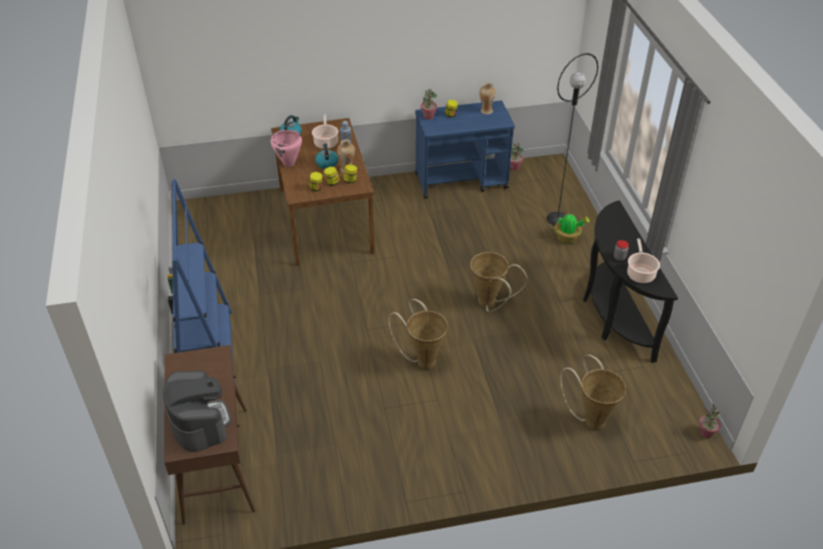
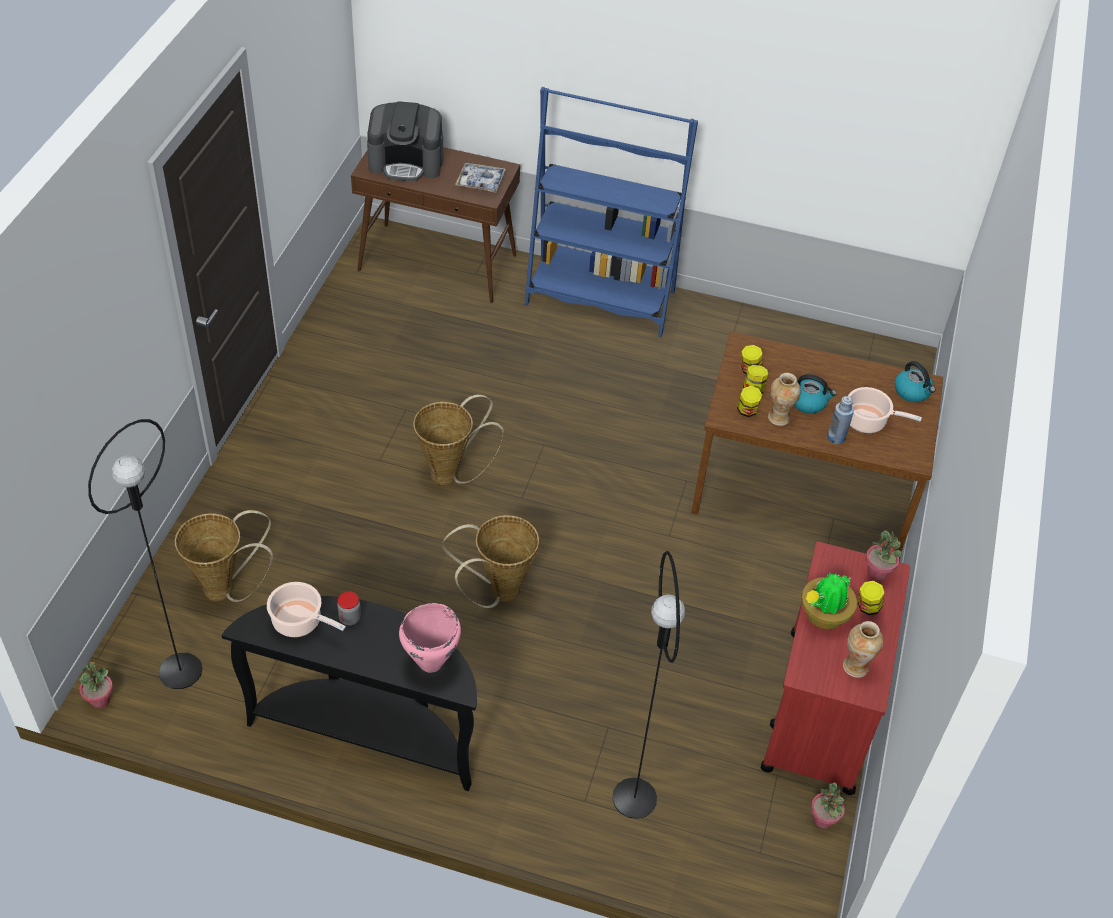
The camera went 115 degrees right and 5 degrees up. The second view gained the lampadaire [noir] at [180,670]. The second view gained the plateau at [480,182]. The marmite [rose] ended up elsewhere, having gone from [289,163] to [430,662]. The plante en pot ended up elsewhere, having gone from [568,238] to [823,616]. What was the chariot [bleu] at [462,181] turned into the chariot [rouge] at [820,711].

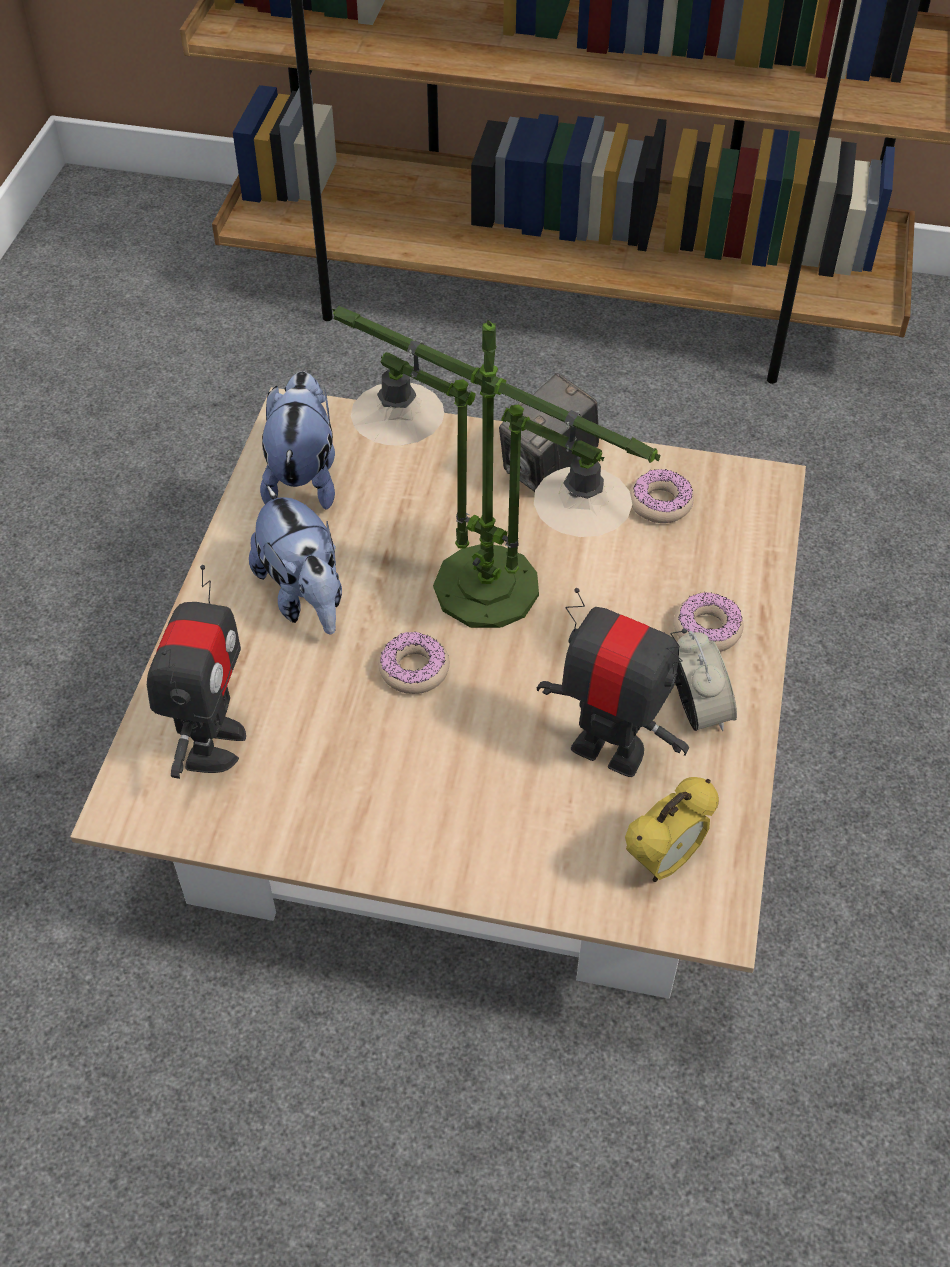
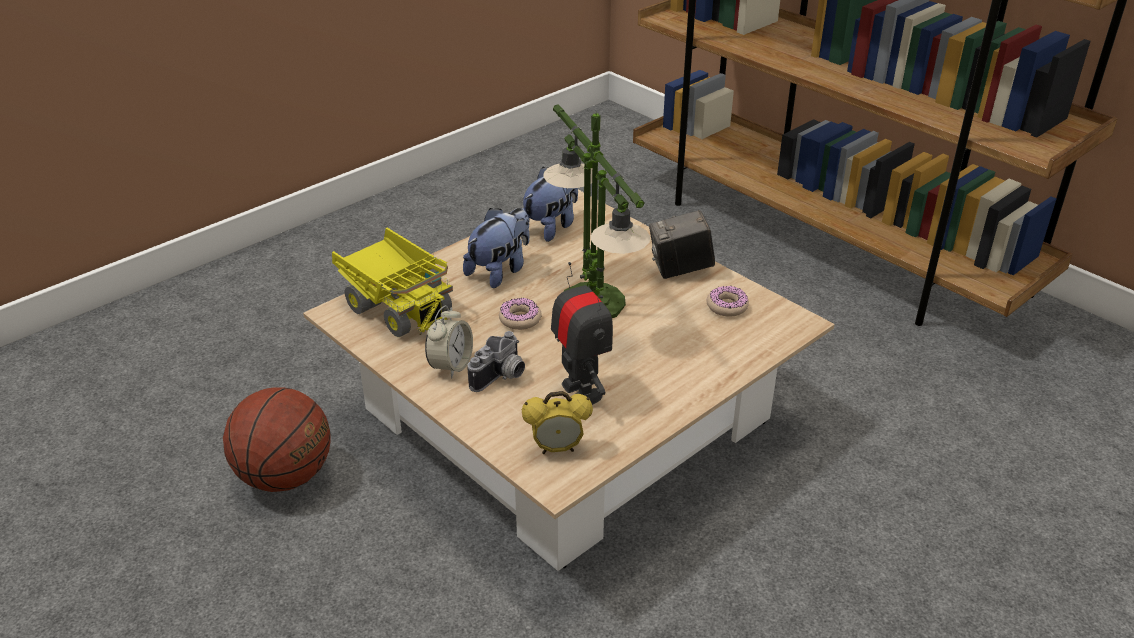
The camera went 35 degrees right and 15 degrees down. The second view lost the beignet at [707,629]. The second view gained the ballon de basket at [285,477]. The second view gained the appareil photo at [501,377]. The réveil ended up elsewhere, having gone from [698,711] to [451,366]. Where the robot jouet stood at [213,744], the camion jouet came to stand at [397,307]. The peluche at [304,596] ended up facing another way, 150 degrees counterclockwise from before.

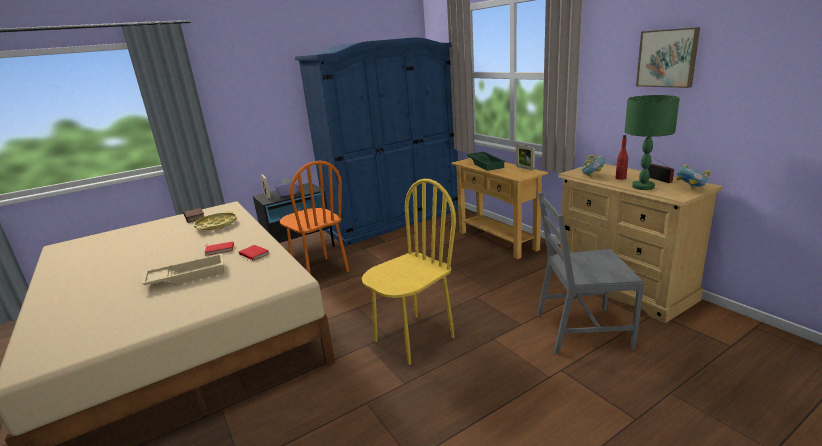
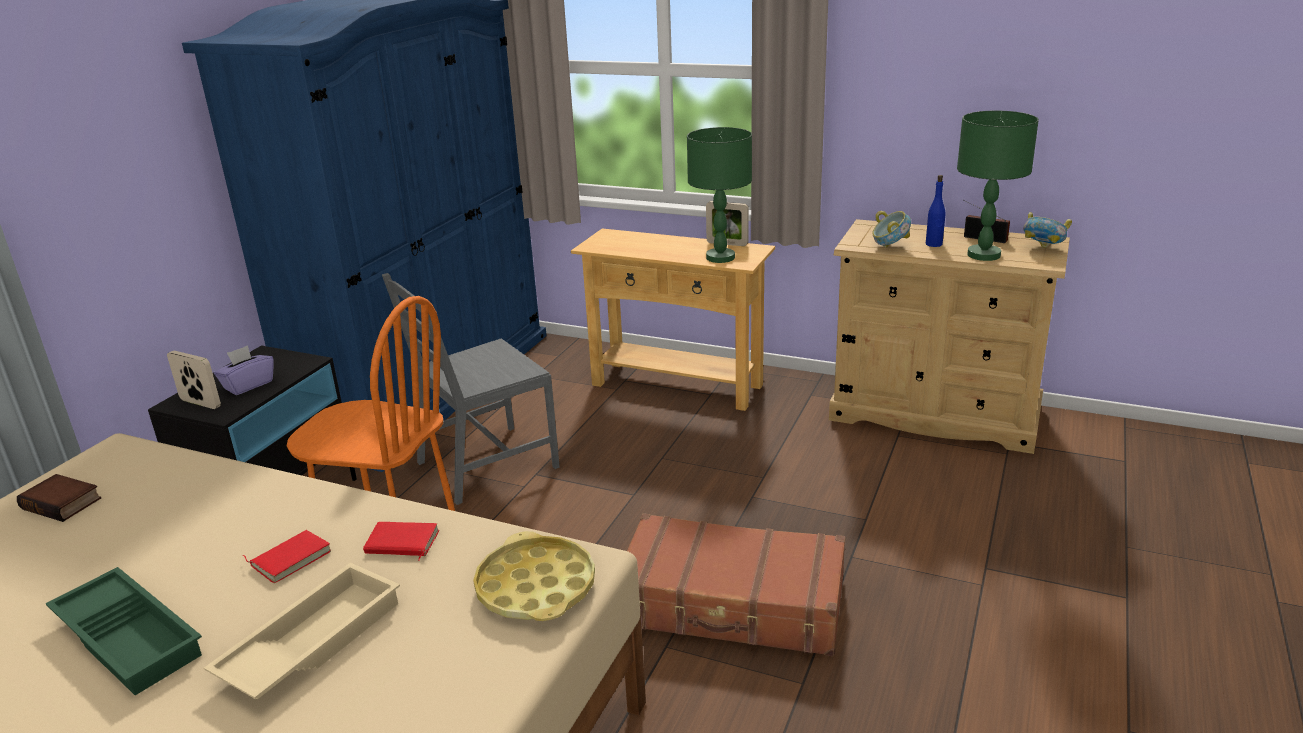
The camera went 35 degrees left and 5 degrees up. The second view lost the tableau at [667,58]. The second view gained the lampe de table [vert] at [721,258]. The plateau [jaune] ended up elsewhere, having gone from [216,225] to [535,587]. The plateau [vert] ended up elsewhere, having gone from [486,164] to [131,637]. The chaise [gris] ended up elsewhere, having gone from [581,330] to [486,465]. Where the chaise [jaune] stood at [413,338], the valise [marron] came to stand at [732,604]. What was the bouteille [rouge] at [620,178] turned into the bouteille [bleu] at [934,244].

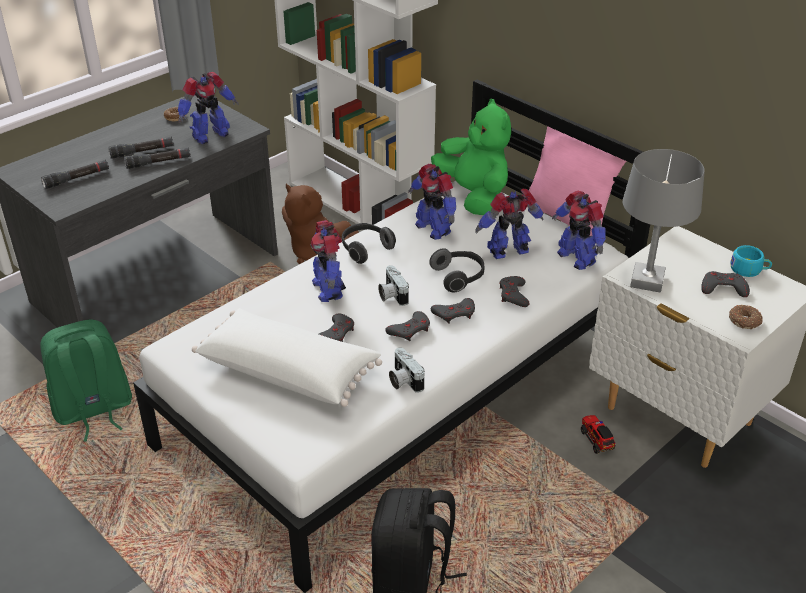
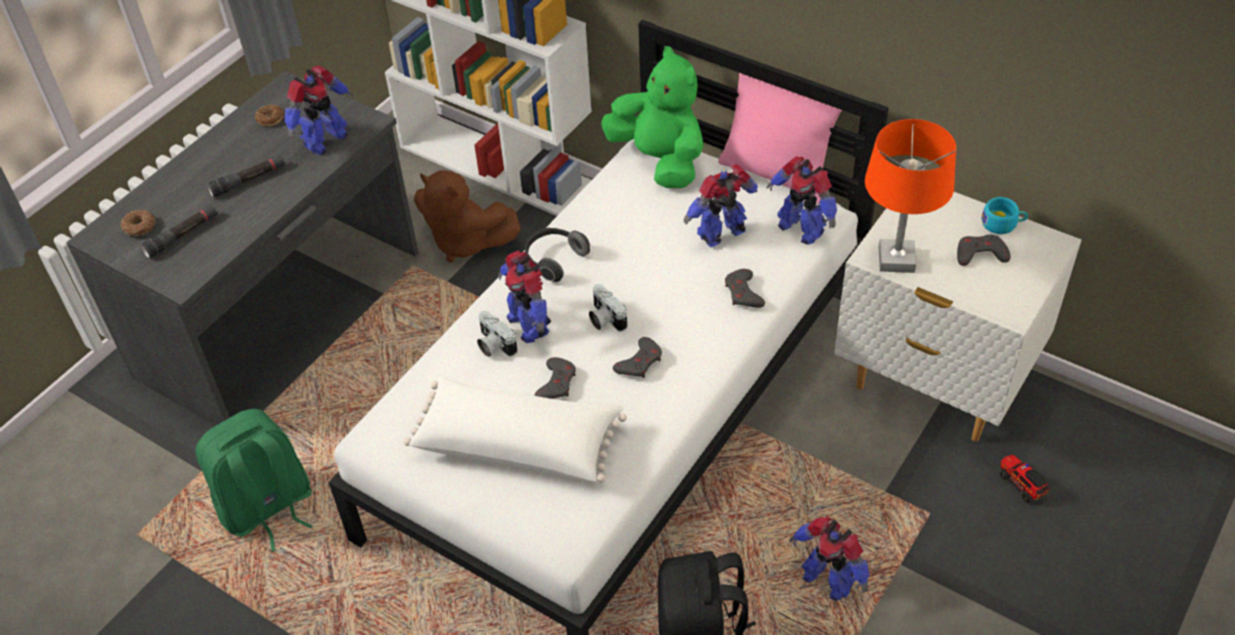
The camera went 10 degrees left and 10 degrees up. The second view lost the lampe de poche [noir] at [158,162]. The second view lost the casque audio at [459,277]. The second view lost the manette [gris] at [454,313]. The appareil photo ended up elsewhere, having gone from [403,380] to [493,345]. The robot jouet ended up elsewhere, having gone from [433,228] to [827,580]. The camion jouet ended up elsewhere, having gone from [596,439] to [1021,484]. The beignet ended up elsewhere, having gone from [745,321] to [140,227]. What was the lampe de table [gris] at [647,281] turned into the lampe de table [orange] at [896,259].

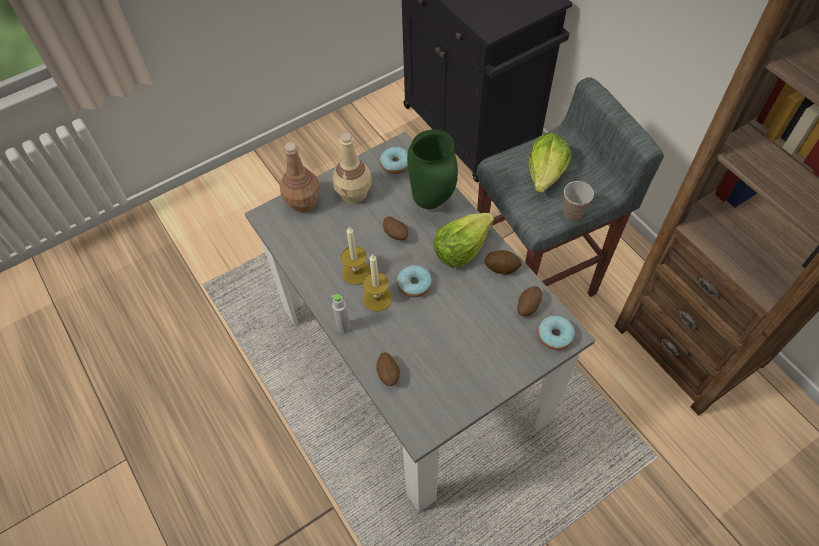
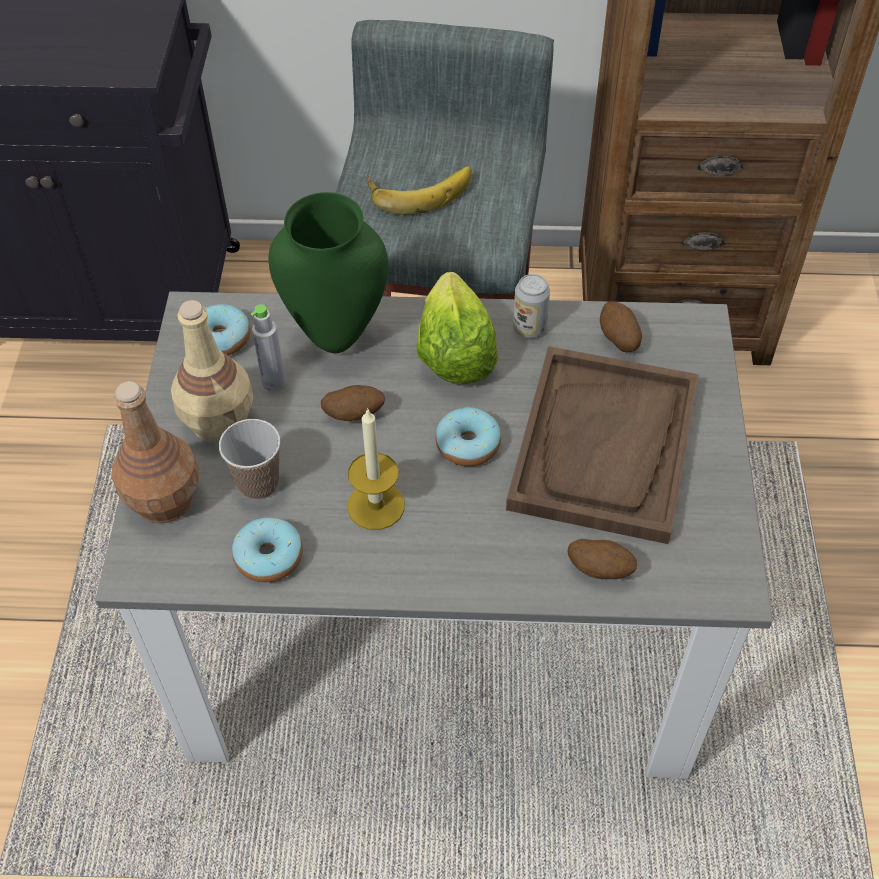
The camera went 55 degrees left and 5 degrees down. The second view lost the bougie at [377,298]. The second view gained the plateau [marron] at [604,447]. The bouteille [gris] ended up elsewhere, having gone from [343,327] to [274,382]. The beignet ended up elsewhere, having gone from [554,336] to [269,557]. The tasse ended up elsewhere, having gone from [572,213] to [258,483]. Where the pomme de terre stood at [502,267], the boîte métallique came to stand at [529,328]. Where the laitue stood at [546,174], the banane came to stand at [419,190].

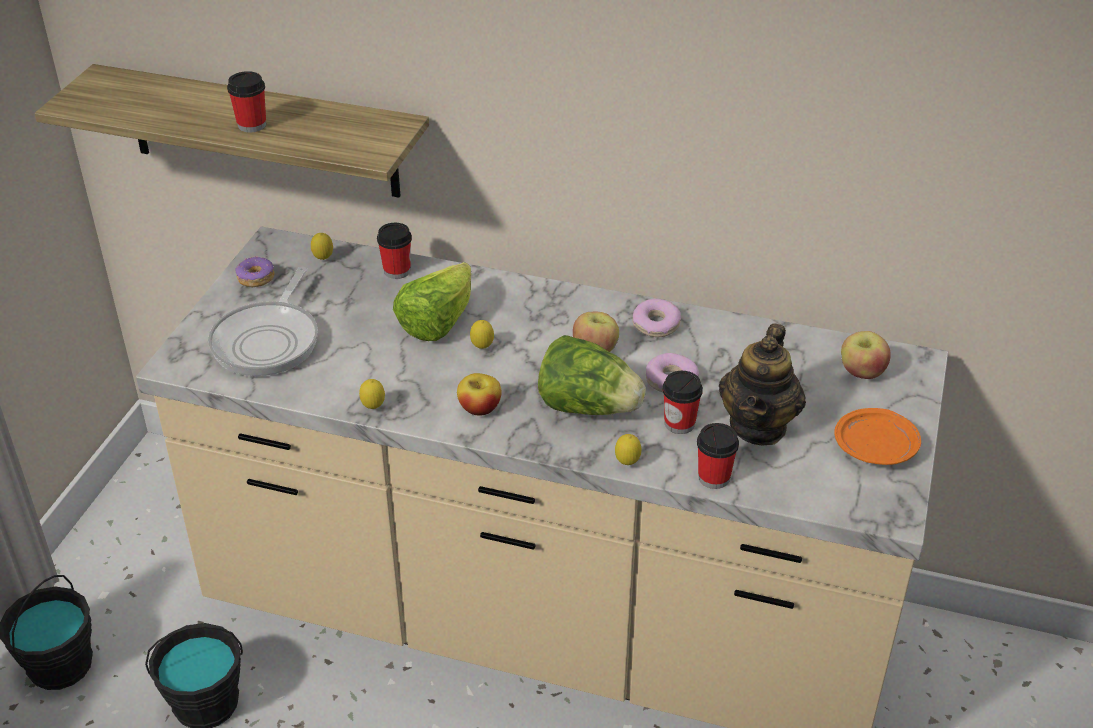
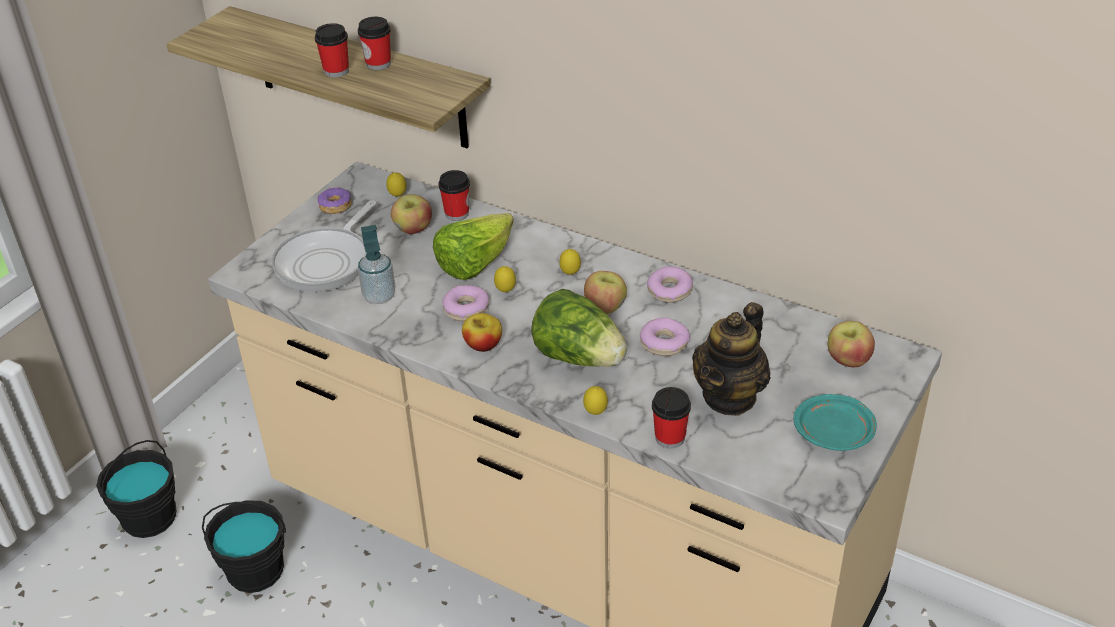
The camera went 15 degrees right and 0 degrees up. The second view gained the distributeur de savon at [379,296]. The second view gained the pomme at [413,229]. The second view gained the beignet at [466,309]. The citron ended up elsewhere, having gone from [373,408] to [570,274]. The tasse ended up elsewhere, having gone from [679,423] to [378,64]. What was the assiette [orange] at [876,448] turned into the assiette [turquoise] at [834,433].

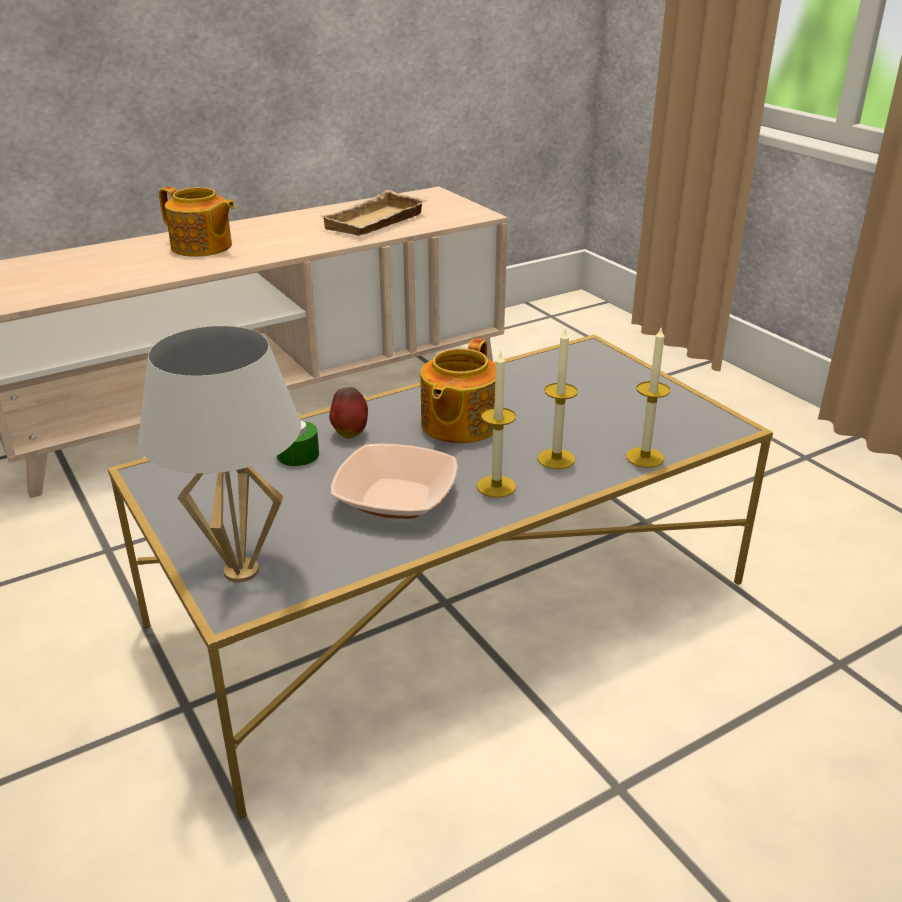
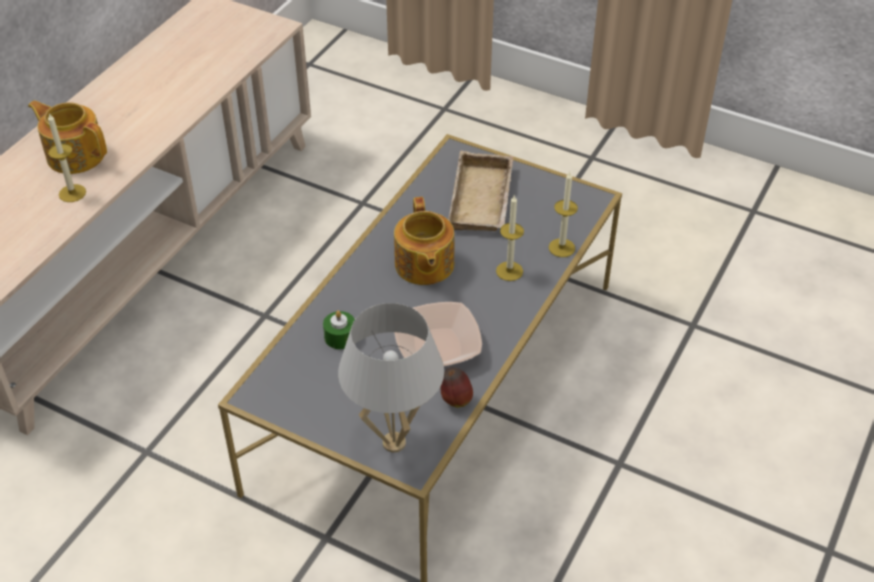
The camera went 30 degrees left and 15 degrees up. The plateau [beige] ended up elsewhere, having gone from [376,223] to [483,200]. The pomme ended up elsewhere, having gone from [350,433] to [455,400]. The bougie ended up elsewhere, having gone from [496,486] to [72,193]. The théière at [202,247] ended up facing another way, 150 degrees counterclockwise from before.

